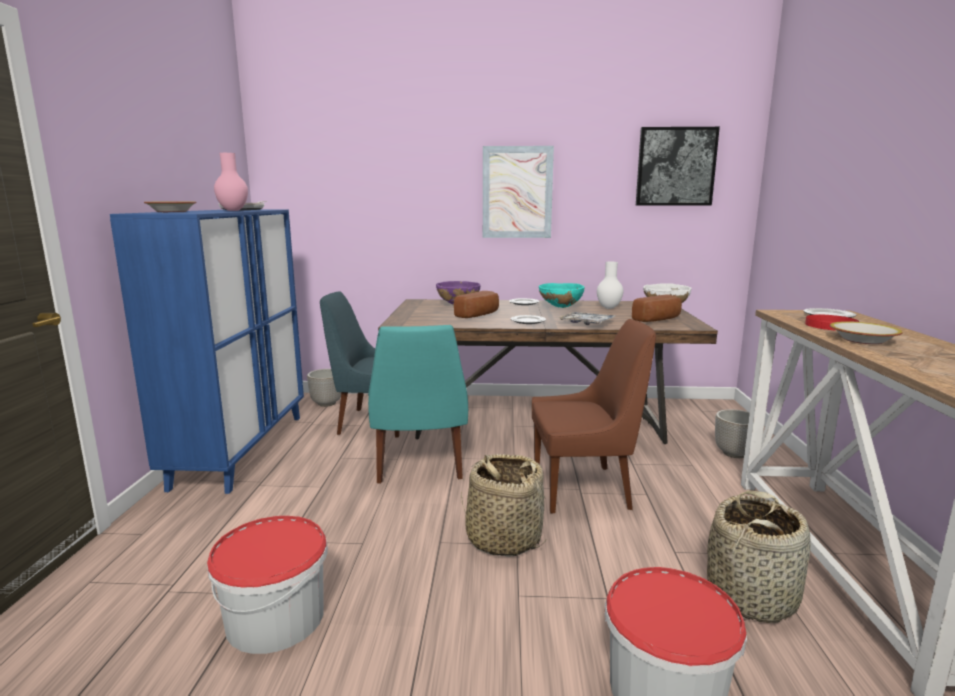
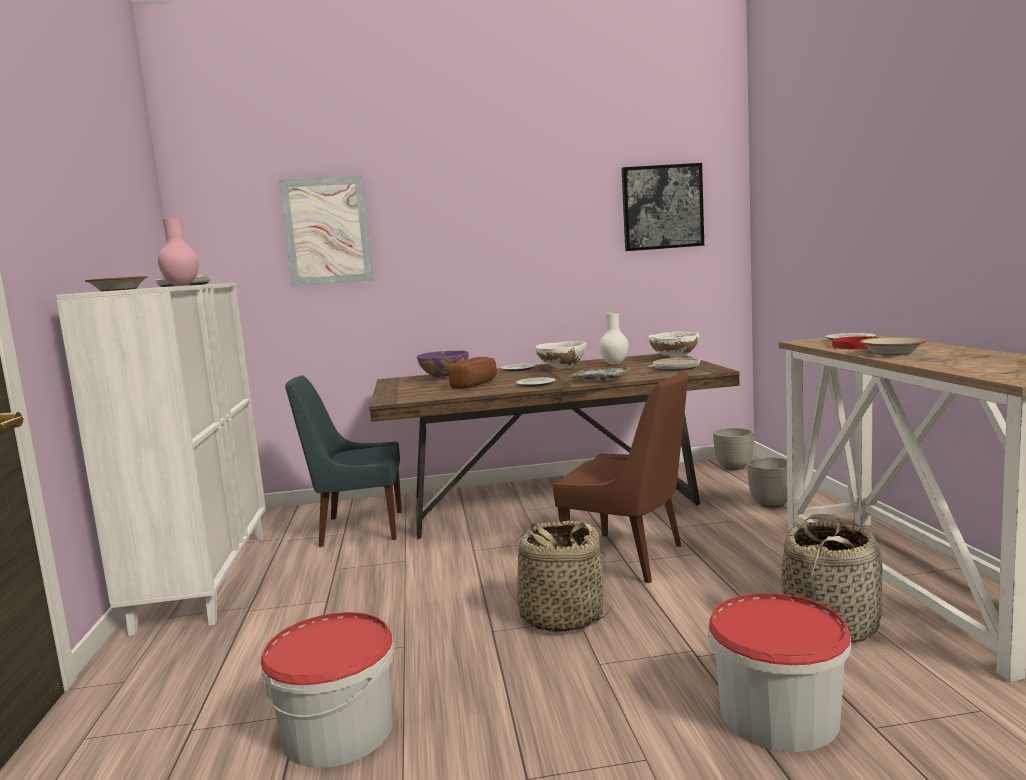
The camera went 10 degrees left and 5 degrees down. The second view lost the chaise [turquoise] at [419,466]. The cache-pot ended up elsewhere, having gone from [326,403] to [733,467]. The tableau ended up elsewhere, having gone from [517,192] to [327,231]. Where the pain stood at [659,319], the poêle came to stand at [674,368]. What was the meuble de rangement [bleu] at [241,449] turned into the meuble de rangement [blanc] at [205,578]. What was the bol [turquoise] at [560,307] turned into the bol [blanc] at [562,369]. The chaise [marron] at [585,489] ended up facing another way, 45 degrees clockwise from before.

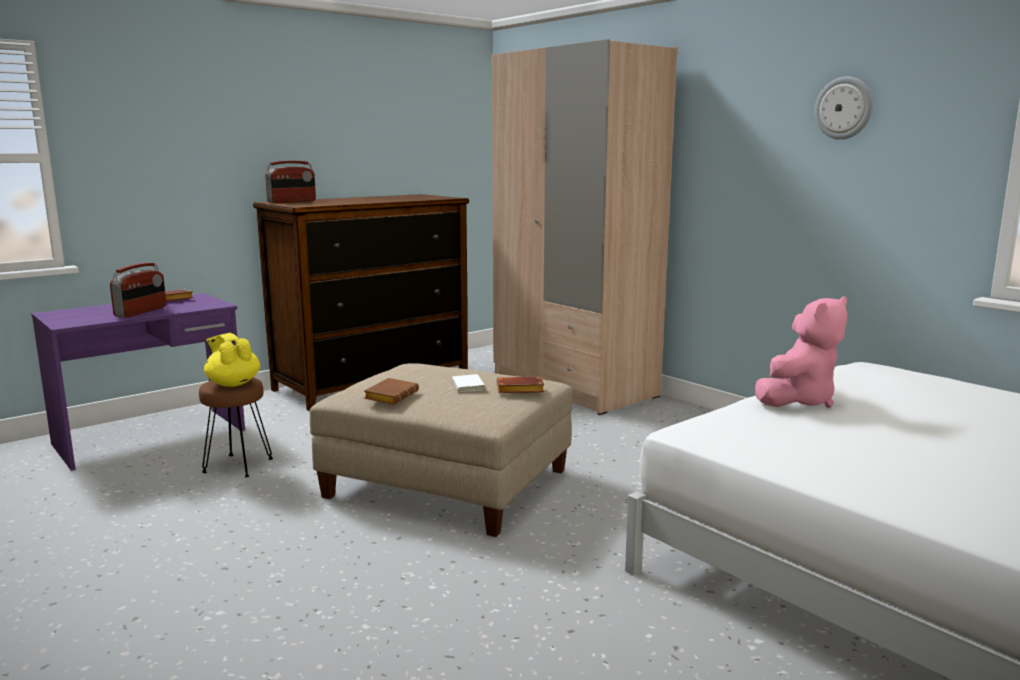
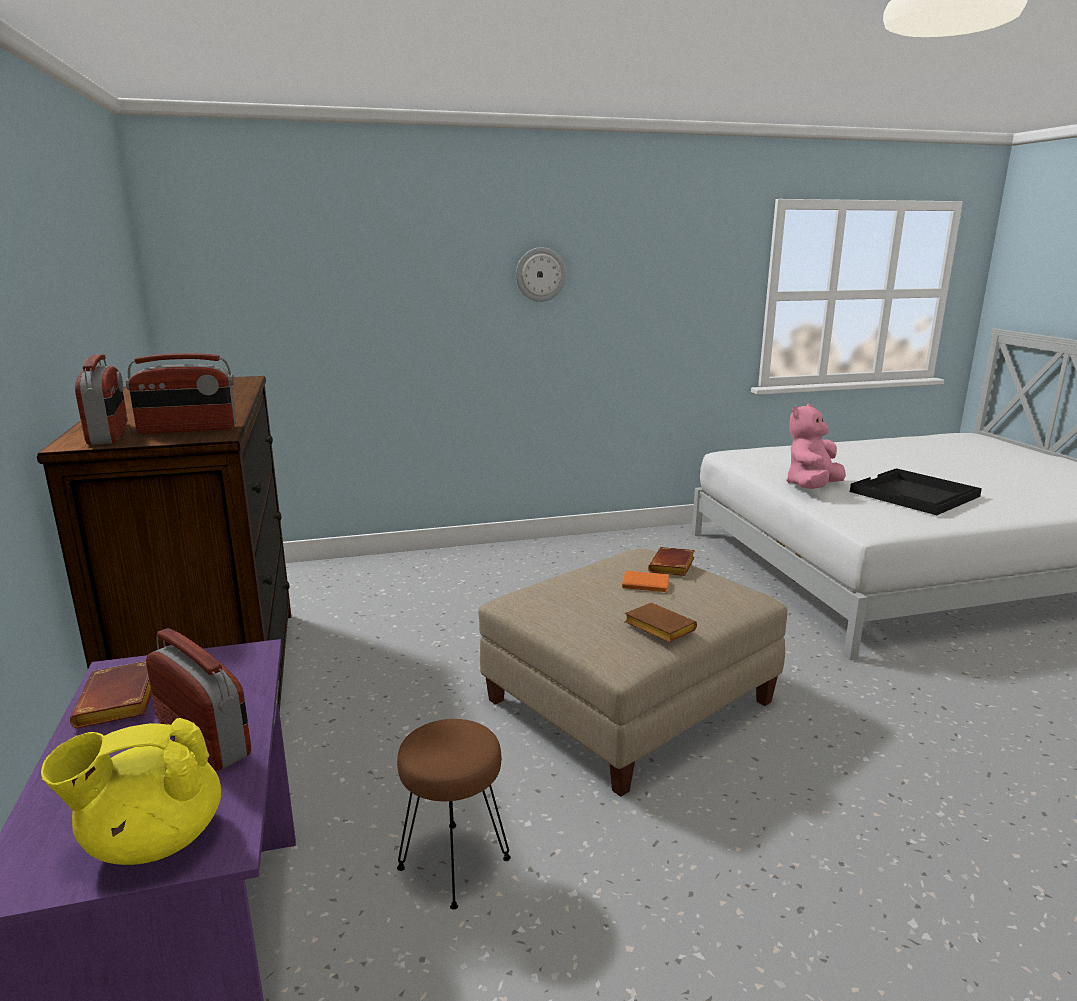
The camera went 65 degrees left and 5 degrees up. The second view lost the armoire [beige] at [574,387]. The second view gained the radio at [188,429]. The second view gained the plateau [noir] at [914,494]. The théière [jaune] ended up elsewhere, having gone from [233,383] to [152,840]. The horloge murale ended up elsewhere, having gone from [844,108] to [540,274]. What was the livre [blanc] at [466,386] turned into the livre [orange] at [645,585]. The peluche [rose] at [798,400] ended up facing another way, 120 degrees counterclockwise from before.

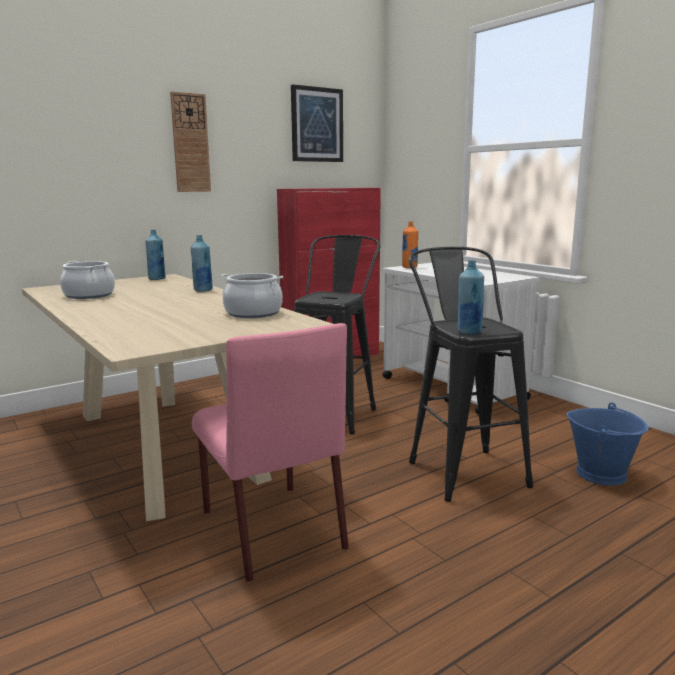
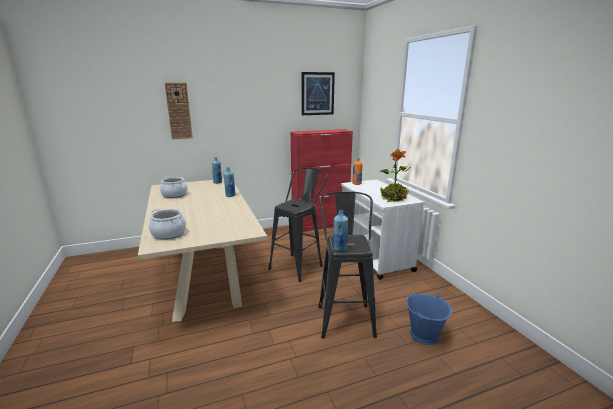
The camera went 15 degrees right and 5 degrees up. The second view lost the chaise [rose] at [270,528]. The second view gained the plante en pot at [393,199]. The horloge murale ended up elsewhere, having gone from [190,143] to [179,111]. The marmite ended up elsewhere, having gone from [253,313] to [169,233].

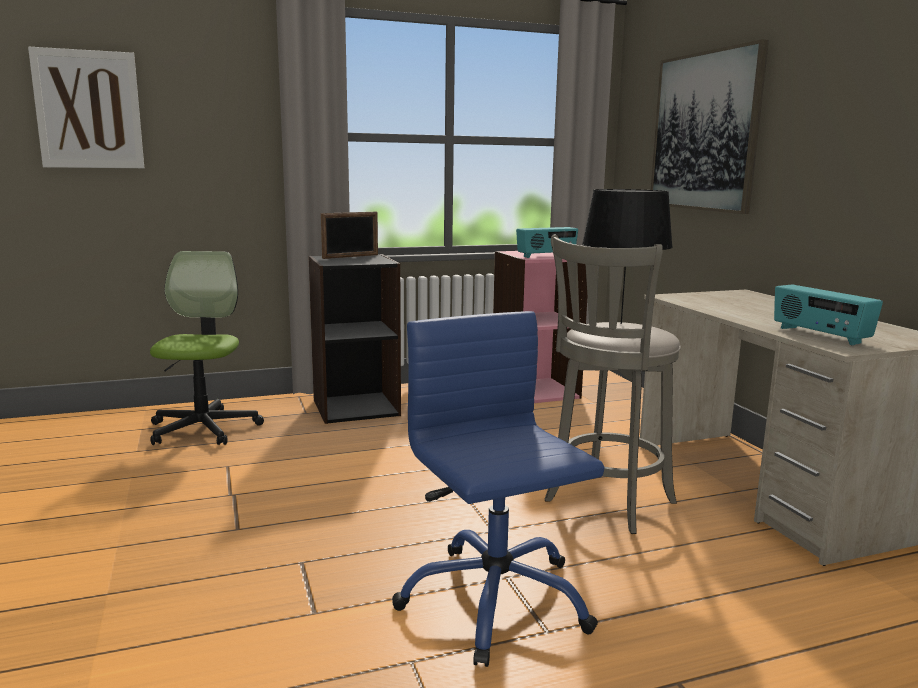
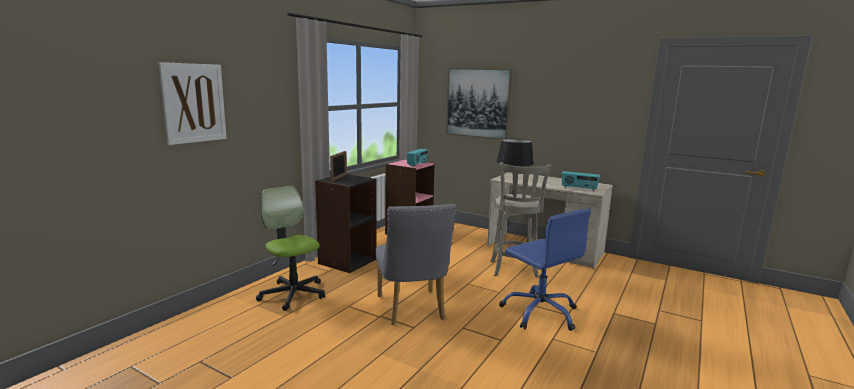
The camera went 40 degrees left and 0 degrees up. The second view gained the chaise [gris] at [412,310]. The chaise de bureau [bleu] at [494,600] ended up facing another way, 150 degrees counterclockwise from before.

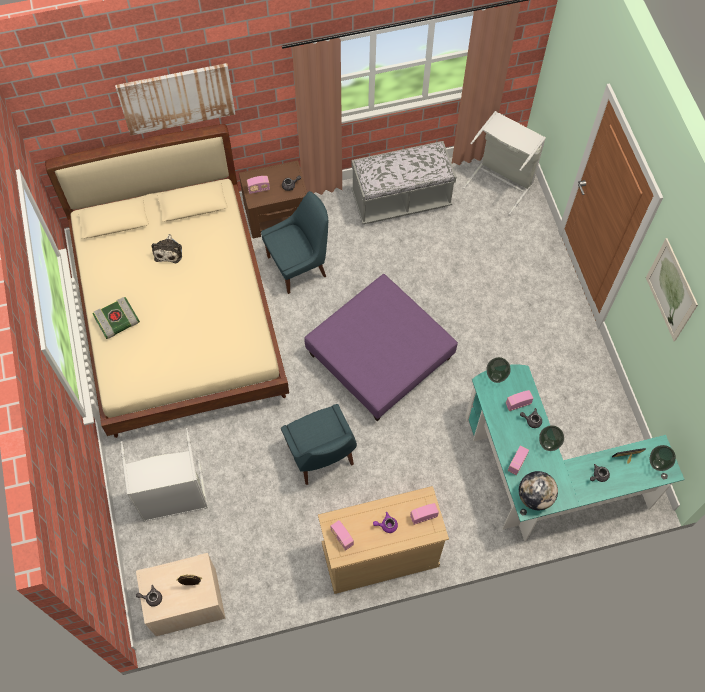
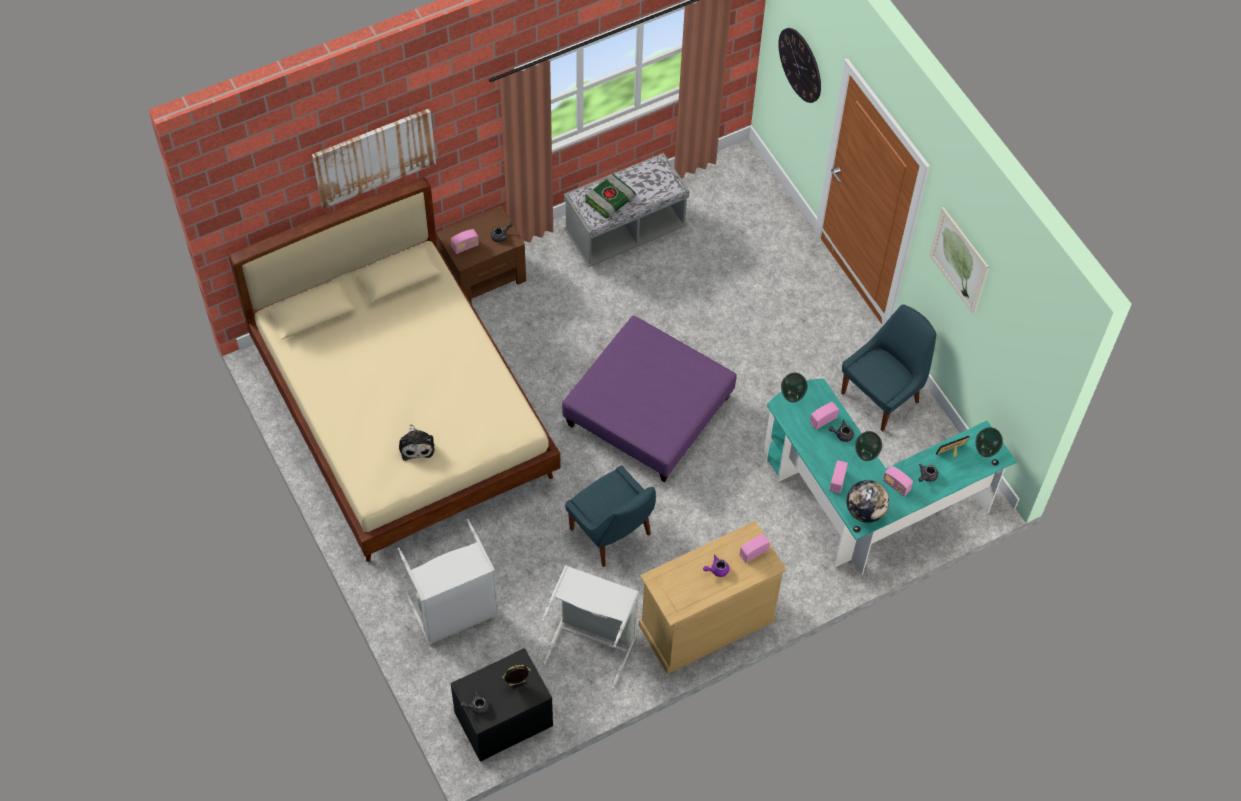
The camera went 15 degrees left and 5 degrees down. The second view gained the horloge murale at [800,65]. The livre ended up elsewhere, having gone from [117,321] to [609,201]. The peluche ended up elsewhere, having gone from [169,251] to [416,445]. The chaise [bleu] ended up elsewhere, having gone from [299,266] to [882,396]. The radio ended up elsewhere, having gone from [342,537] to [896,485]. The panier à linge [gris] ended up elsewhere, having gone from [501,181] to [593,641]. What was the table de chevet [beige] at [185,602] turned into the table de chevet [noir] at [502,719].

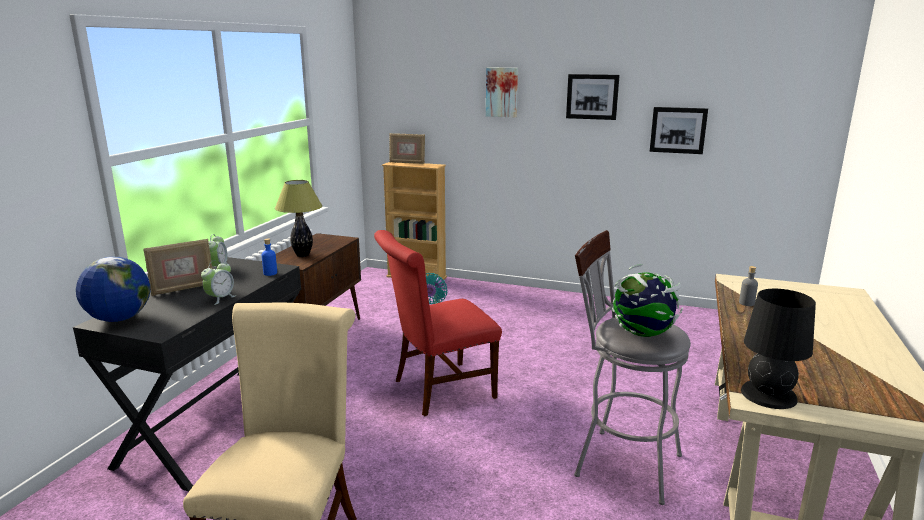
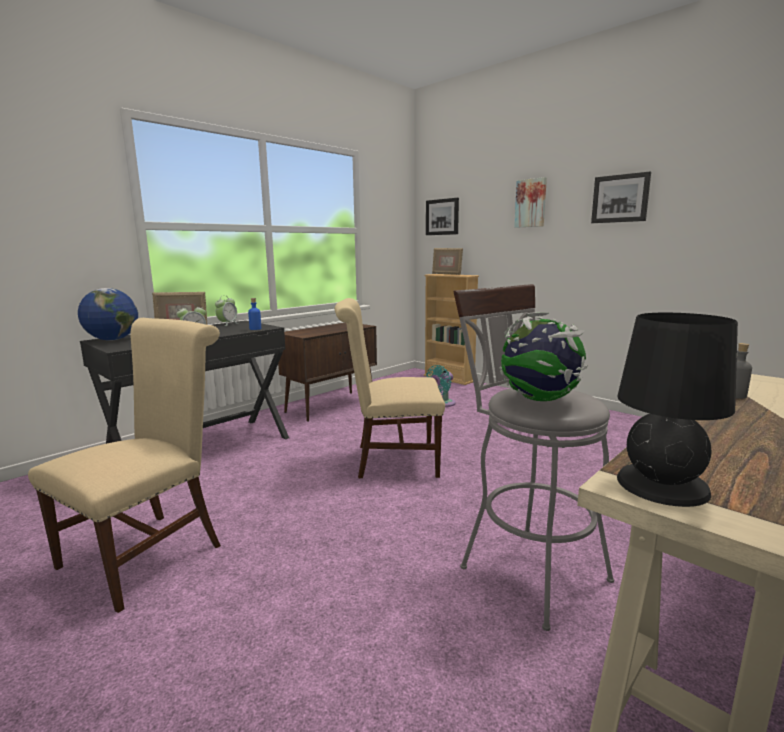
The camera went 25 degrees right and 5 degrees down. The second view lost the lampe de table at [302,255]. The tableau ended up elsewhere, having gone from [678,130] to [442,217]. What was the chaise [rouge] at [438,390] turned into the chaise [beige] at [390,460].

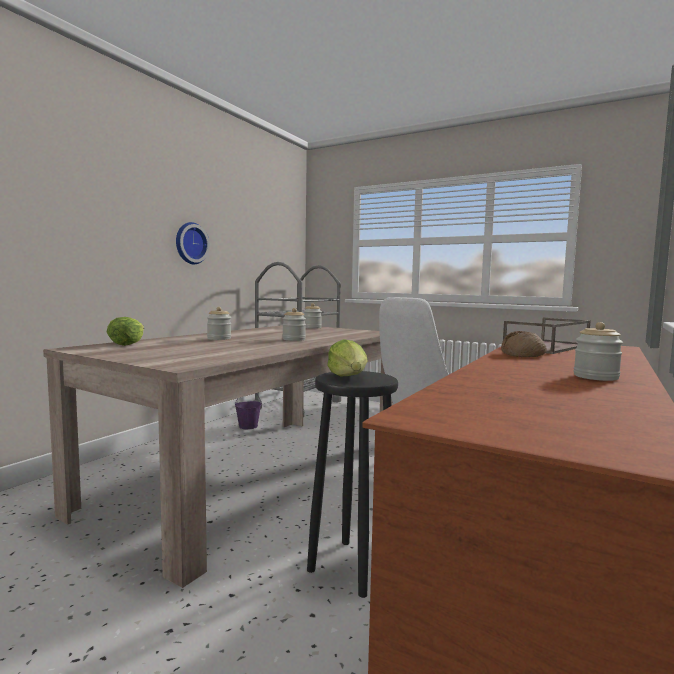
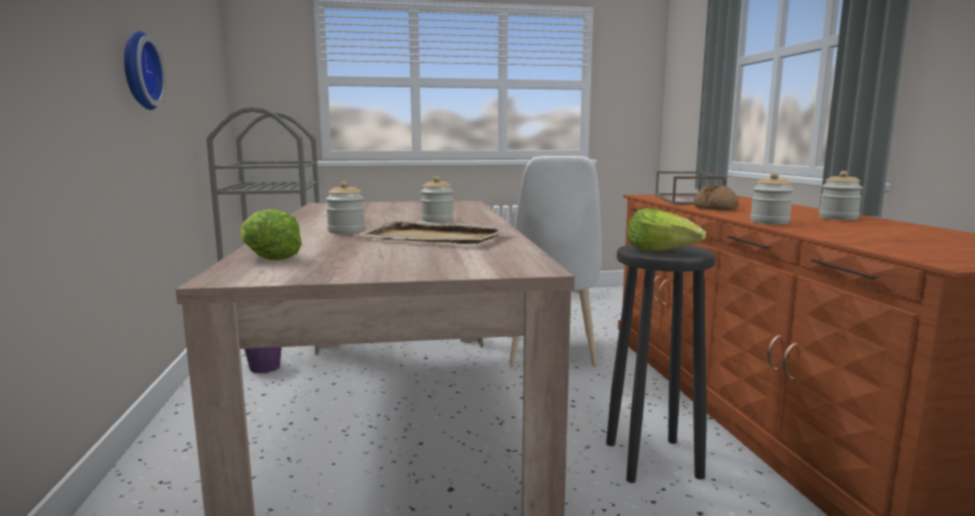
The camera went 40 degrees left and 5 degrees up. The second view gained the plateau [beige] at [435,238]. The bocal ended up elsewhere, having gone from [312,327] to [769,222].

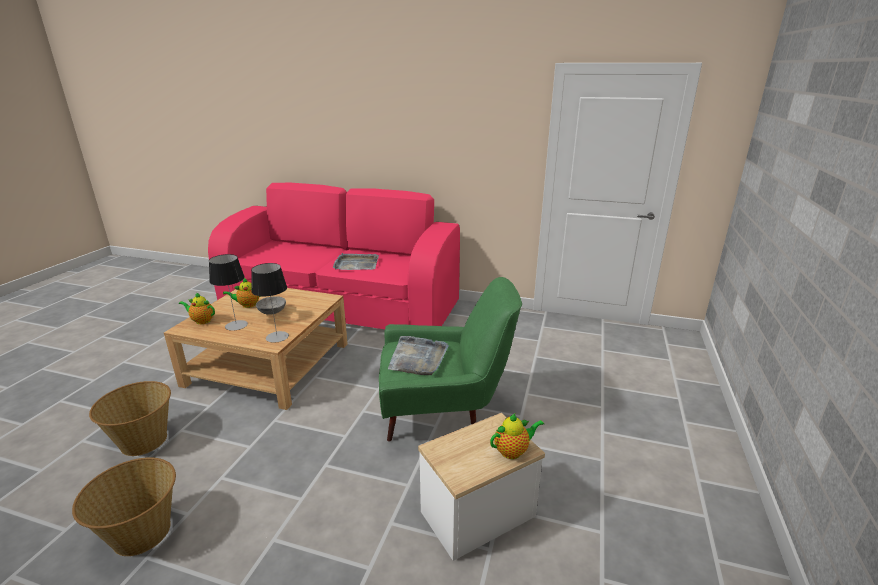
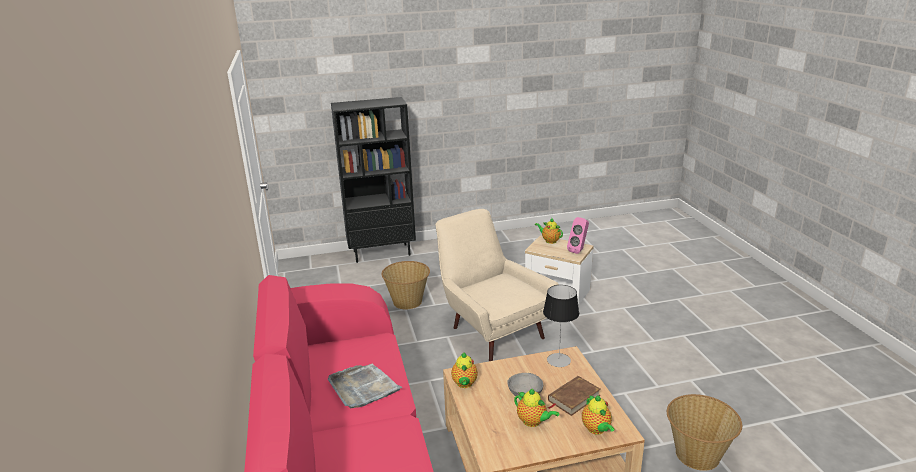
The camera went 120 degrees left and 0 degrees up. The second view lost the plateau [gris] at [418,358]. The second view gained the bibliothèque [noir] at [382,253]. The second view gained the théière at [464,384]. The second view gained the enceinte [rose] at [578,250]. The panier ended up elsewhere, having gone from [142,534] to [408,301]. Where the lampe de table stood at [236,325], the livre [marron] came to stand at [573,398]. What was the fauteuil [vert] at [442,411] turned into the fauteuil [beige] at [491,329].

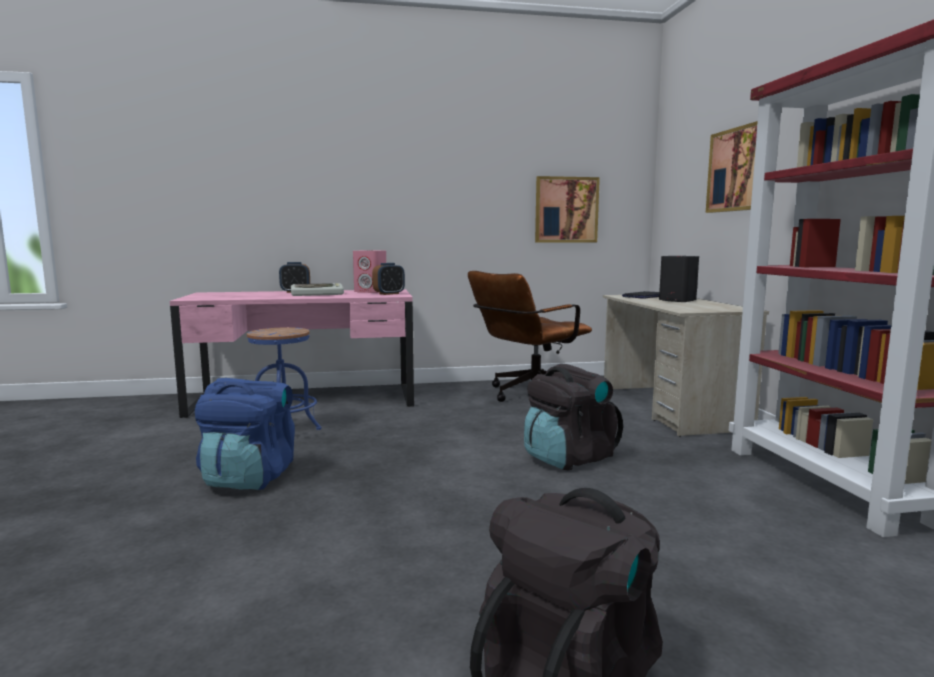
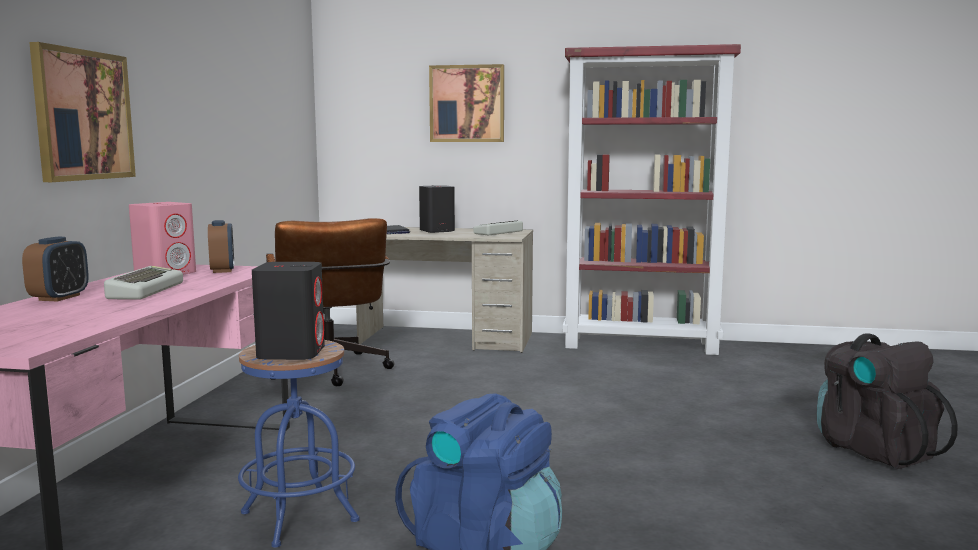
The camera went 70 degrees left and 0 degrees up. The second view lost the sac à dos [noir] at [568,458]. The second view gained the enceinte [noir] at [291,352]. The second view gained the clavier at [499,232]. The tableau ended up elsewhere, having gone from [566,210] to [83,115].

